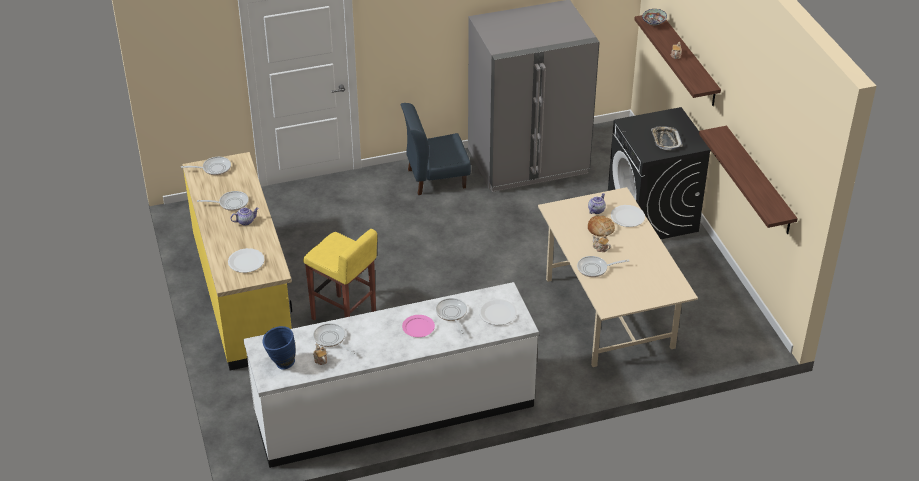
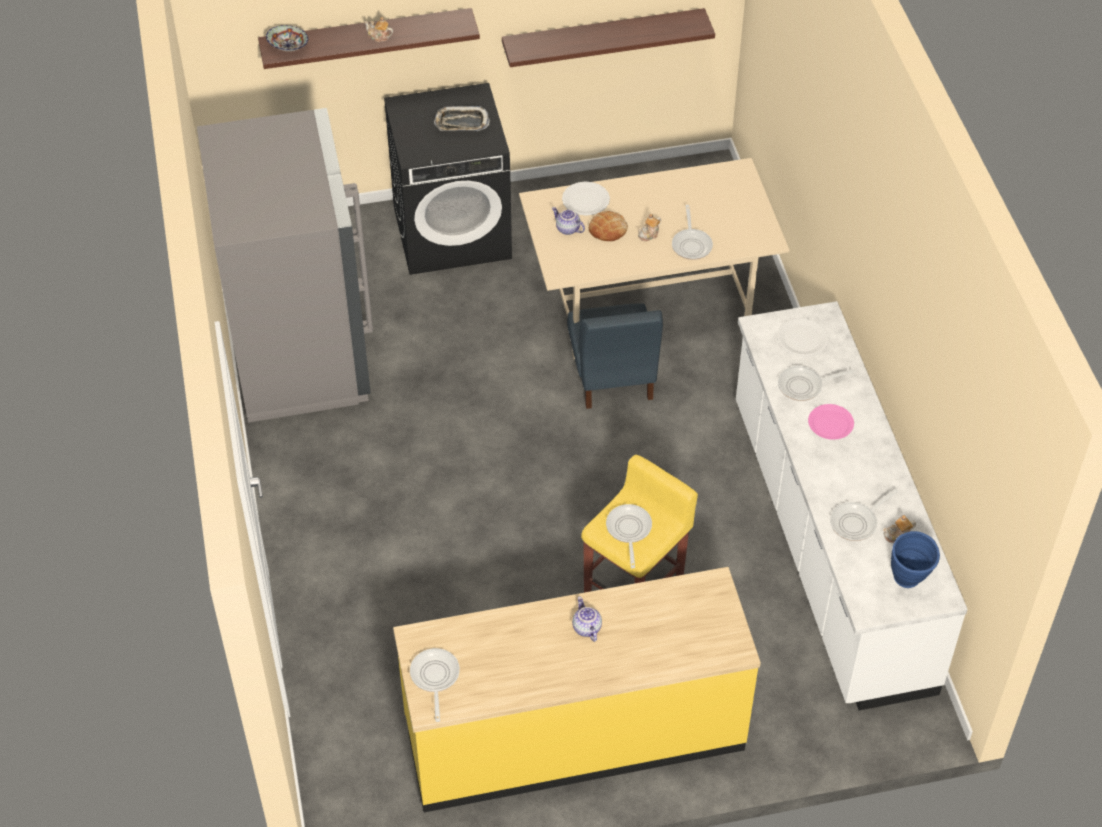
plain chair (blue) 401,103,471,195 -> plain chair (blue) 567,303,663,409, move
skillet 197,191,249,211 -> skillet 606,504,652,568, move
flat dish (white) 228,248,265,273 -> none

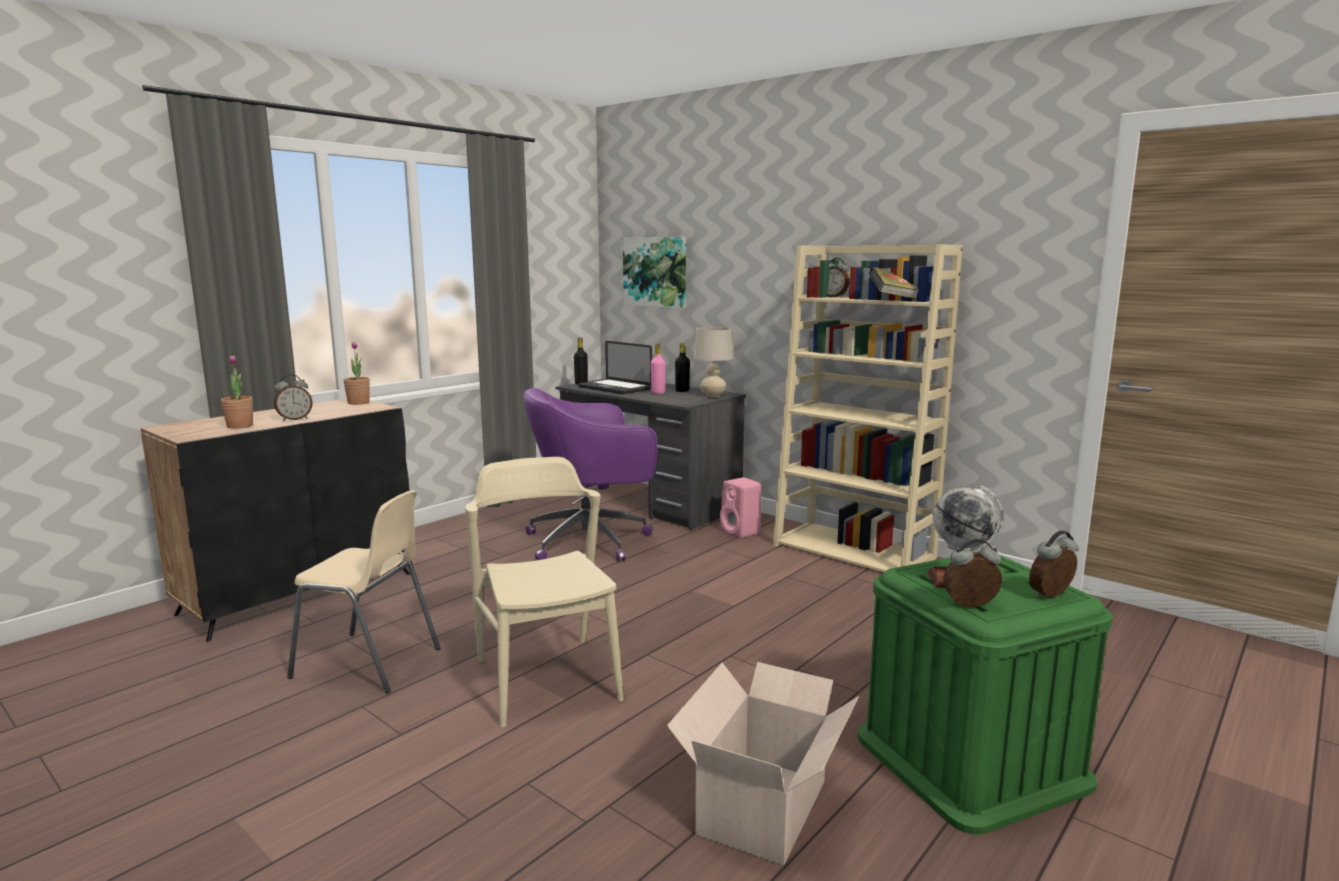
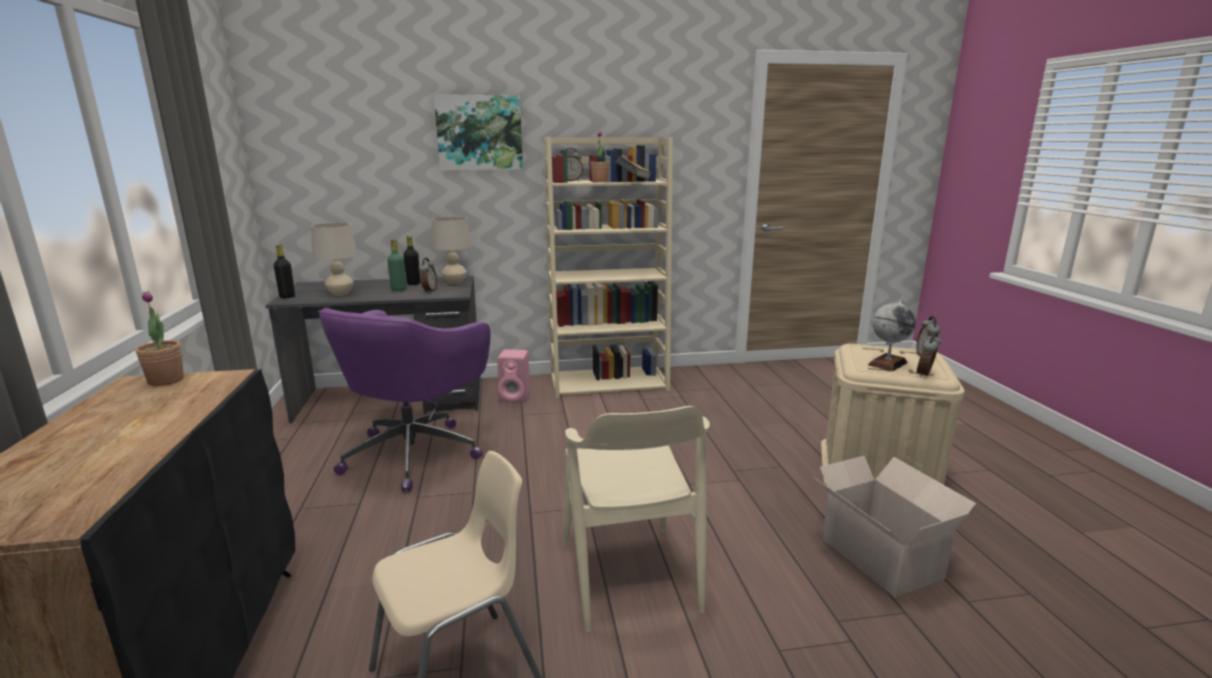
picture 623,237,686,308 -> picture 434,95,523,170, move
portable computer 578,341,652,394 -> tabletop lamp (beige-coloured) 311,223,357,296
beverage bottle (pink-coloured) 651,344,666,394 -> beverage bottle (green-coloured) 387,240,407,291
potted plant 221,356,253,428 -> potted plant 591,131,609,182, move
table clock 274,374,313,421 -> table clock 419,258,437,293, move
plain chair (beige-coloured) 465,457,624,728 -> plain chair (beige-coloured) 563,406,710,632, 120 degrees counterclockwise
storage container (green-coloured) 858,552,1113,834 -> storage container (beige-coloured) 821,344,965,486

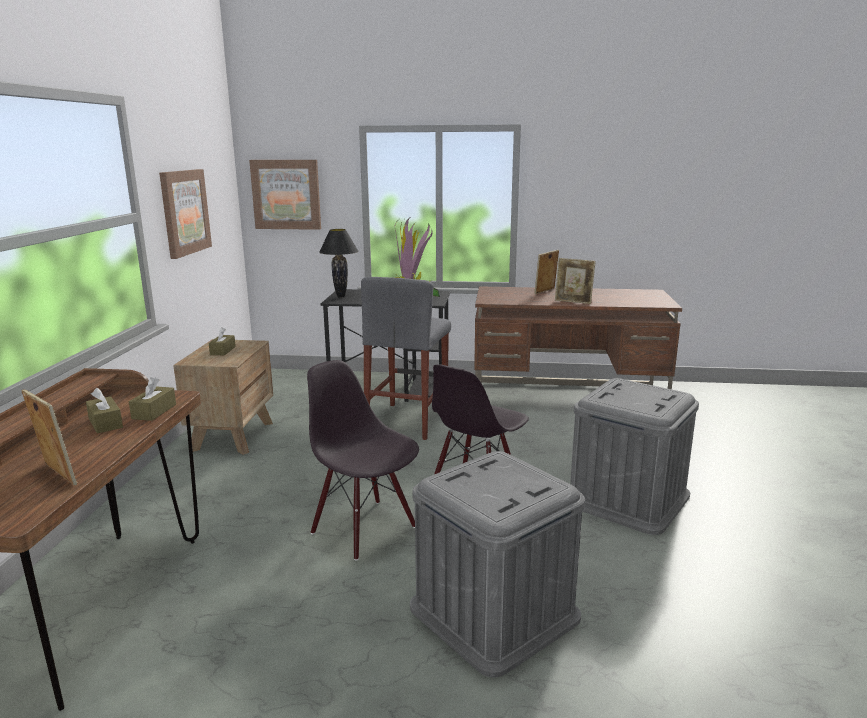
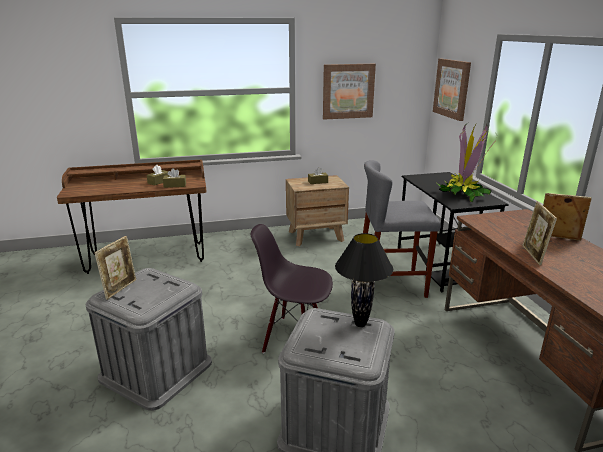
tabletop lamp (blackish) 319,229,358,298 -> tabletop lamp (blackish) 335,233,393,327, move
plain chair (blackish) 307,360,419,561 -> none
standing frame 21,389,77,486 -> standing frame 94,236,136,300, move

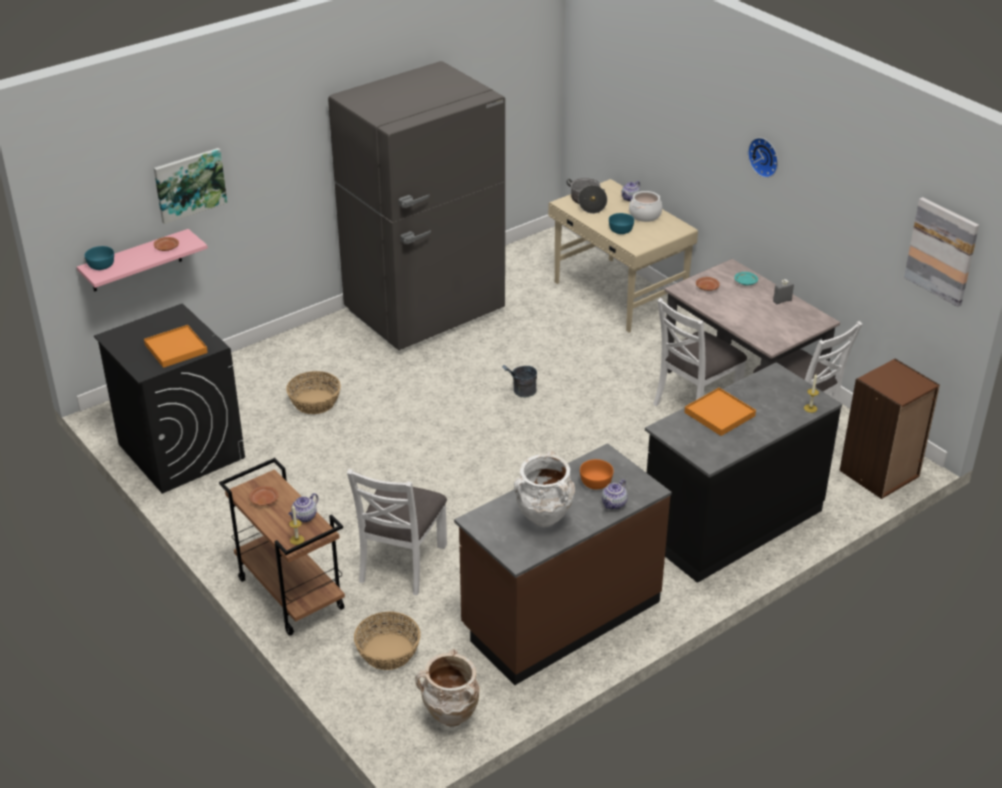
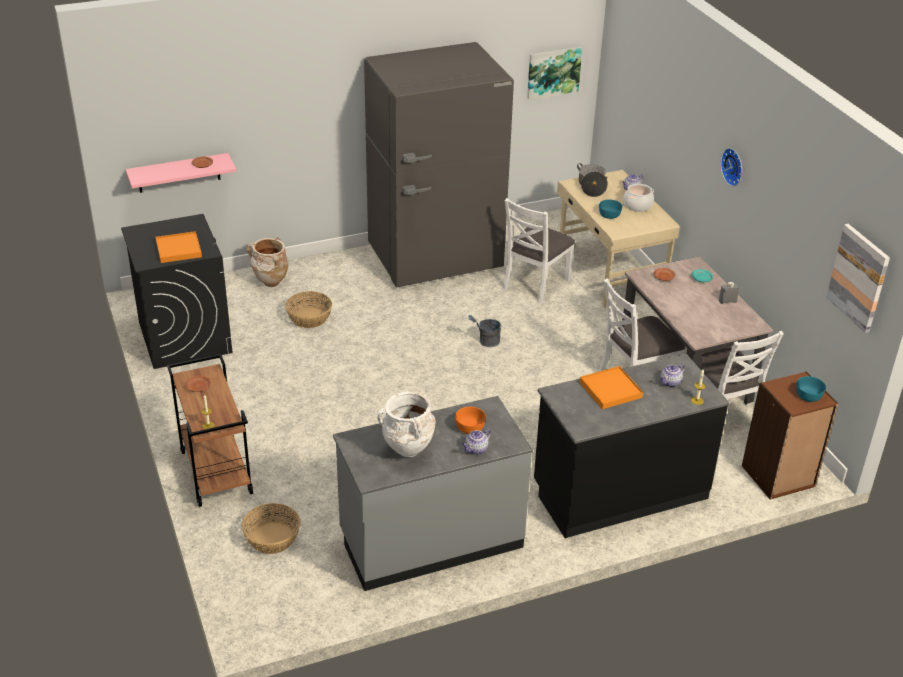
picture 154,148,227,224 -> picture 527,47,582,100, move
deep dish (blue-green) 84,246,114,270 -> deep dish (blue-green) 796,376,826,402, move
counter (brown) 454,443,672,685 -> counter (grey) 333,396,533,591
plain chair (white) 347,469,447,595 -> plain chair (white) 502,198,575,304, move
teapot 288,493,318,522 -> teapot 659,364,685,387, move
flower vase (beige-coloured) 415,649,479,726 -> flower vase (beige-coloured) 247,237,288,287, move

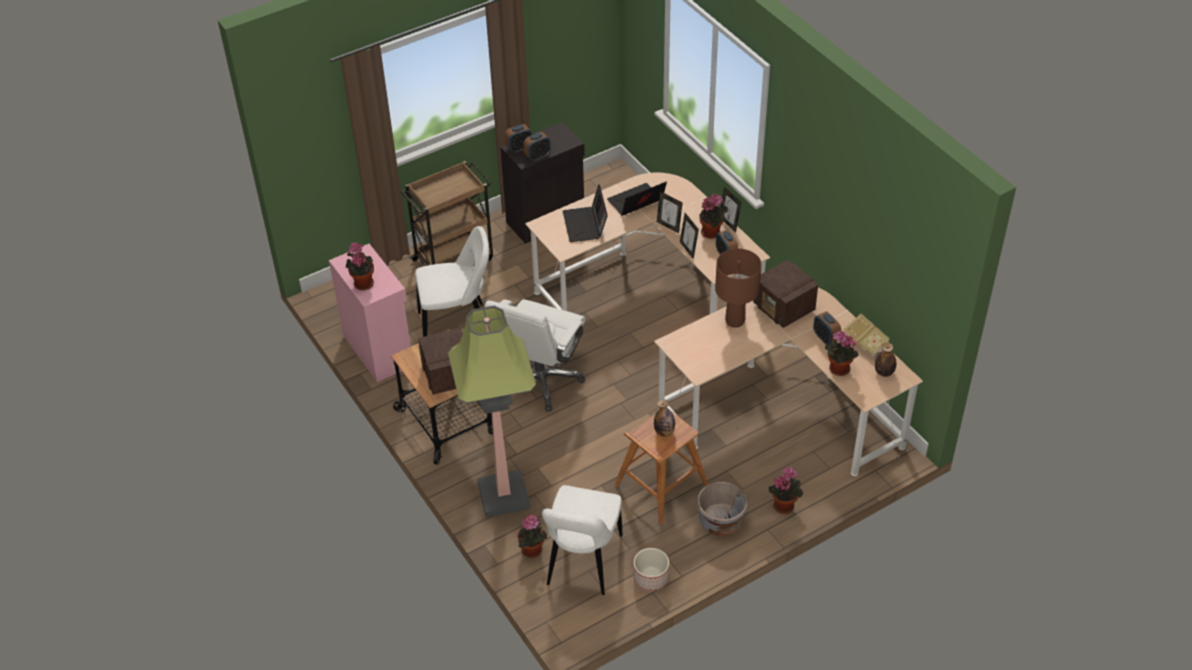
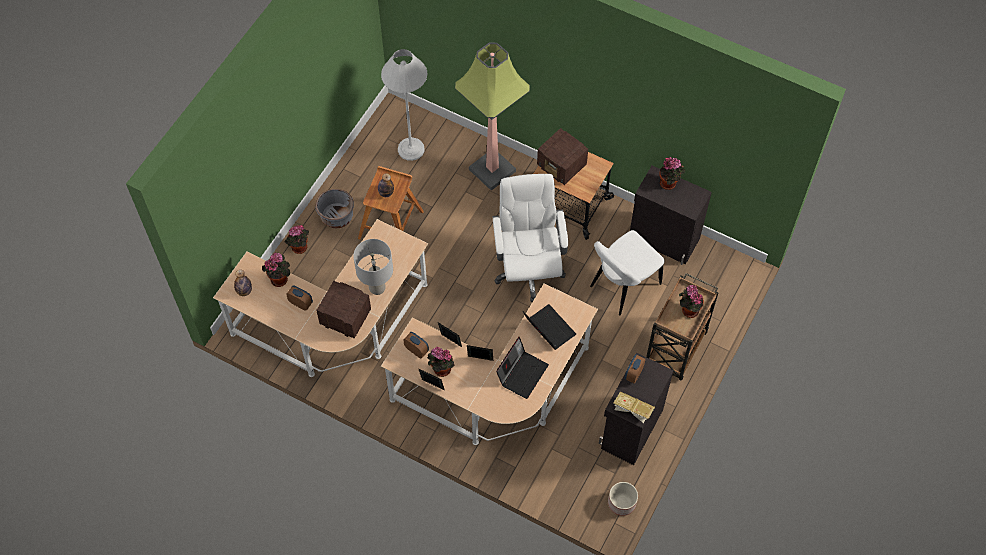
table clock 505,124,532,153 -> none
storage cabinet (pink-coloured) 329,244,411,382 -> storage cabinet (blackish) 630,166,712,265
tabletop lamp (brown) 715,248,761,328 -> tabletop lamp (grey) 353,239,393,295
bound book 844,314,890,357 -> bound book 614,391,655,423, move
plain chair (white) 542,485,622,595 -> standing lamp (white) 381,49,427,161
potted plant 517,515,547,558 -> potted plant 679,285,704,318, move
flower pot 634,548,669,591 -> flower pot 608,482,638,516, move

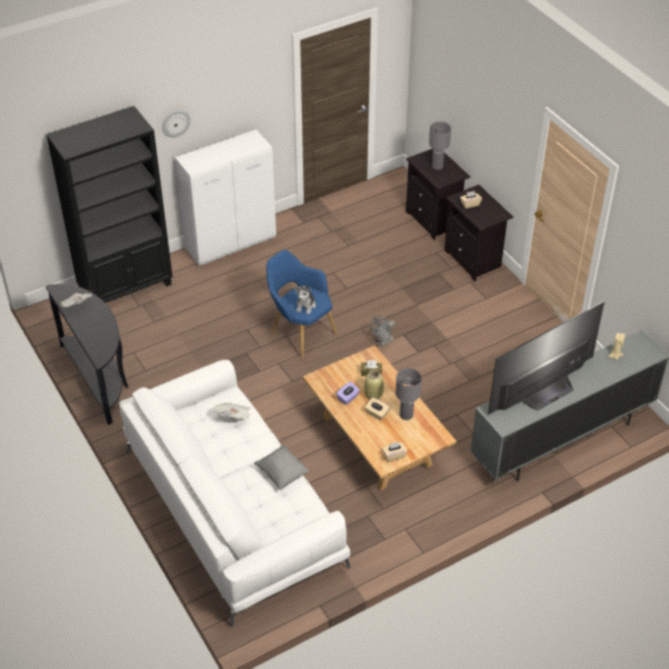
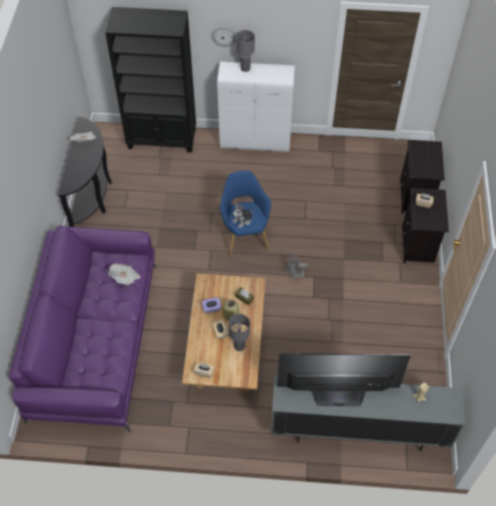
tabletop lamp (grey) 429,122,451,170 -> tabletop lamp (grey) 236,30,255,72, move
couch (white) 119,360,350,627 -> couch (purplish) 9,226,156,432
pillow (grey) 254,444,309,490 -> none

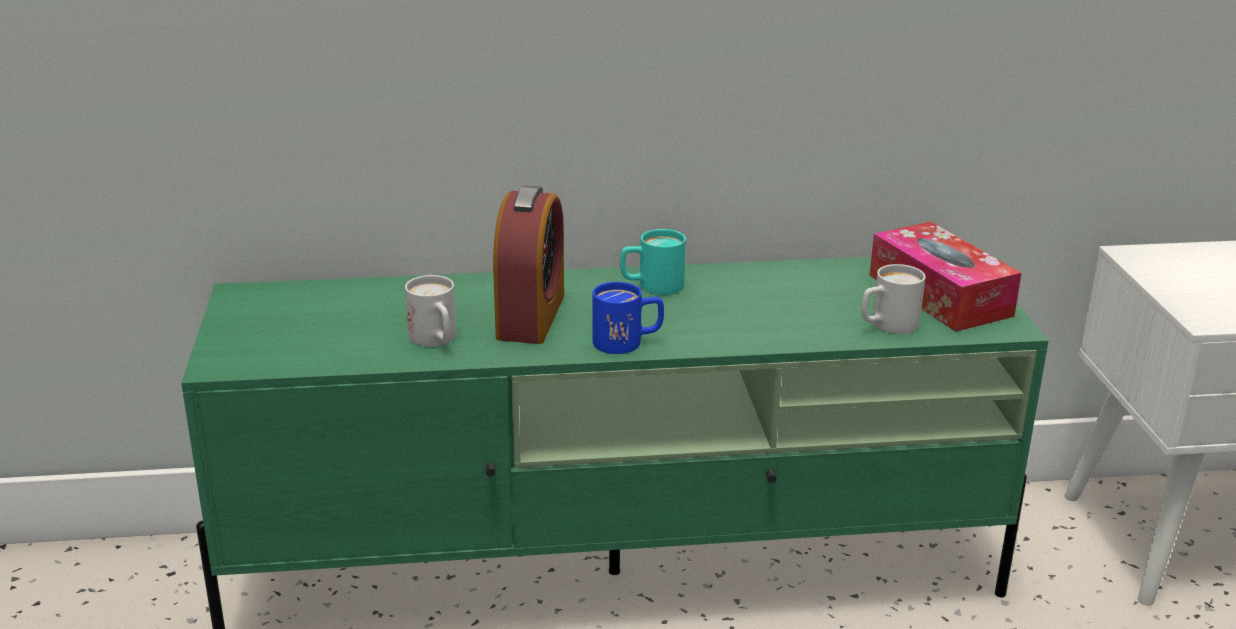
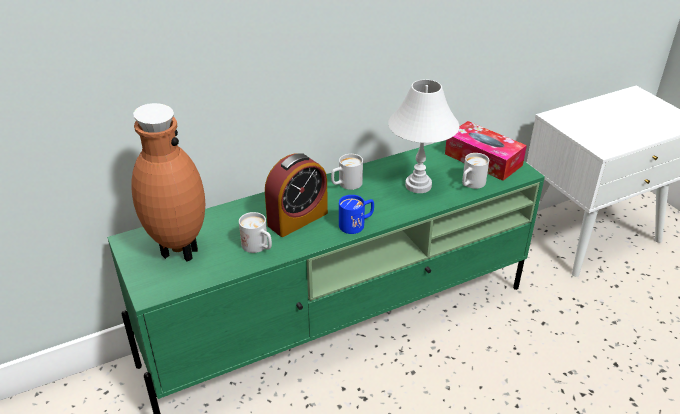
table clock 493,186,564,344 -> table clock 265,153,328,237, 60 degrees clockwise
tea mug (blue-green) 620,229,686,295 -> tea mug (white) 331,154,363,190
none -> tabletop lamp (white) 388,79,459,193
none -> flower vase (brown) 132,103,205,262

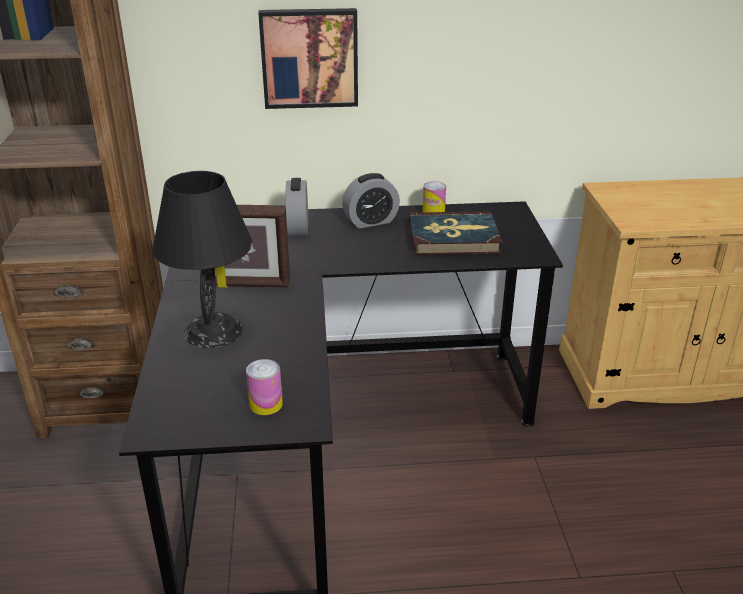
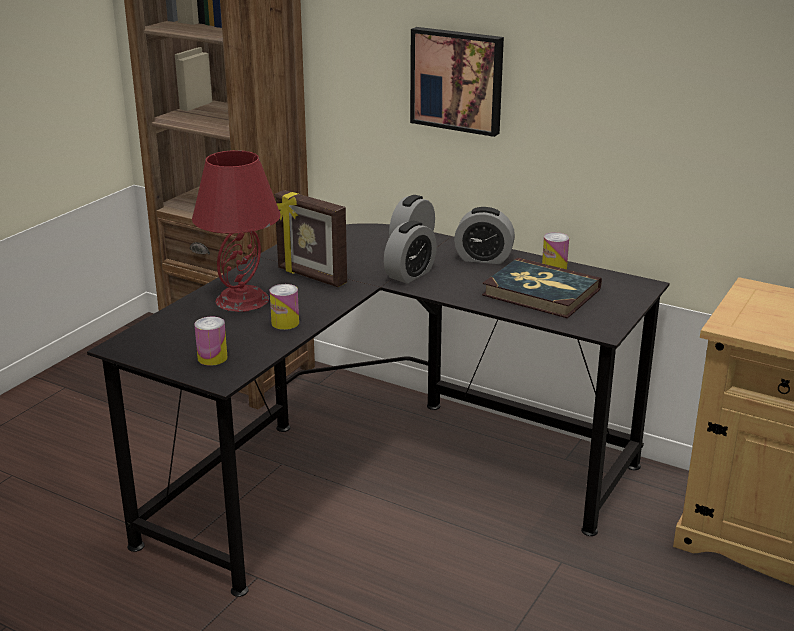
tabletop lamp (blackish) 152,171,252,348 -> tabletop lamp (red) 192,150,281,312
none -> table clock 384,221,437,284
none -> can 270,284,299,330

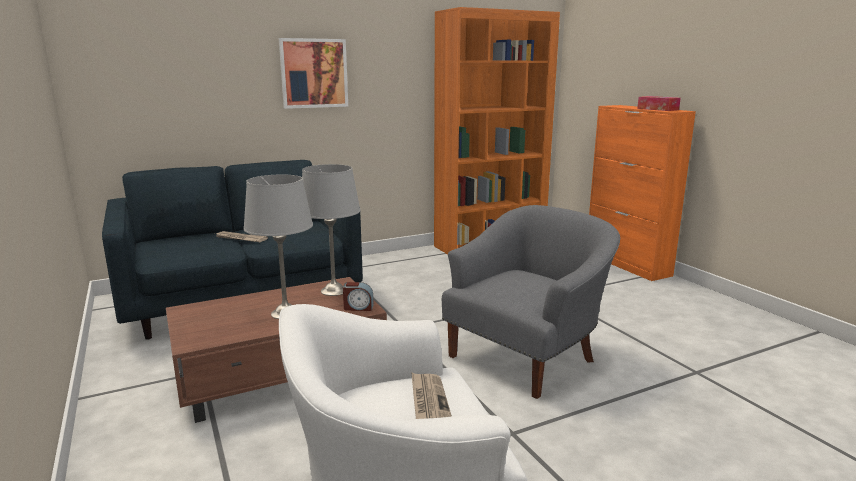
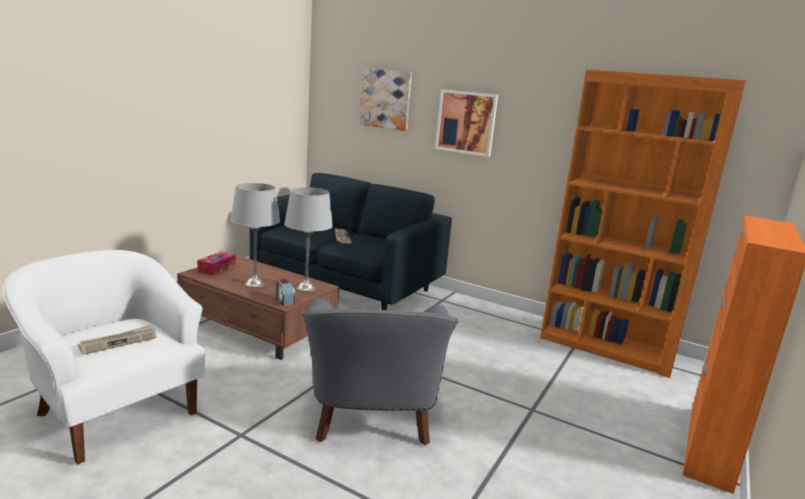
tissue holder 637,96,681,111 -> tissue holder 197,251,236,275, move
easy chair (grey) 442,205,620,399 -> easy chair (grey) 303,298,459,445, 75 degrees clockwise
none -> picture 359,68,412,131

